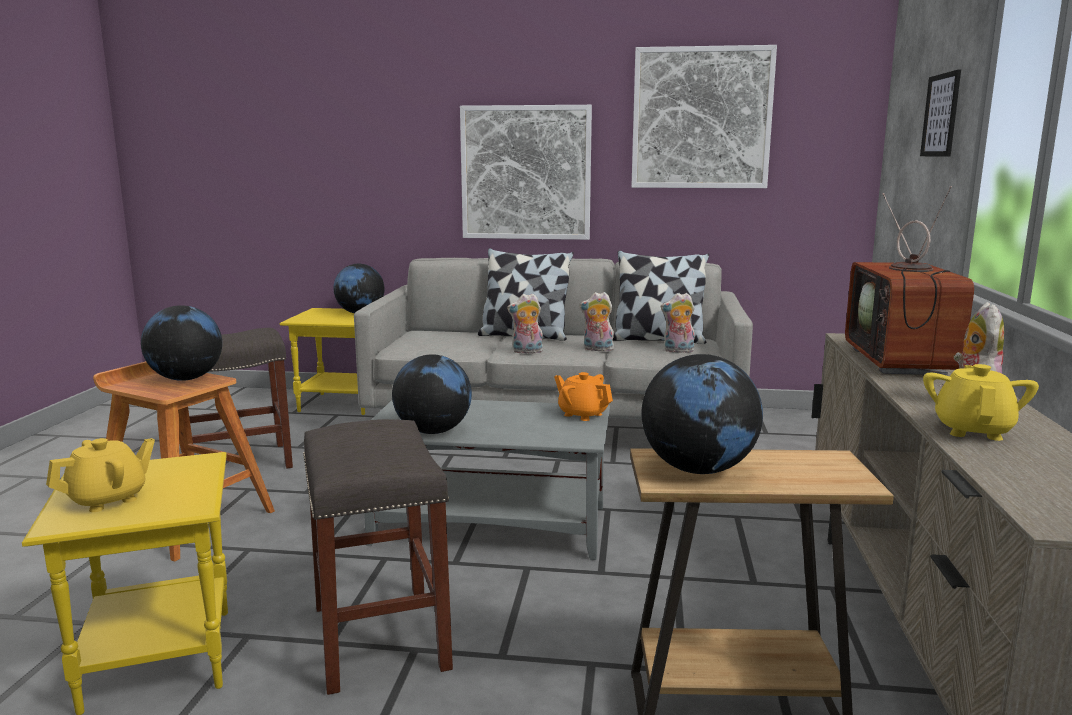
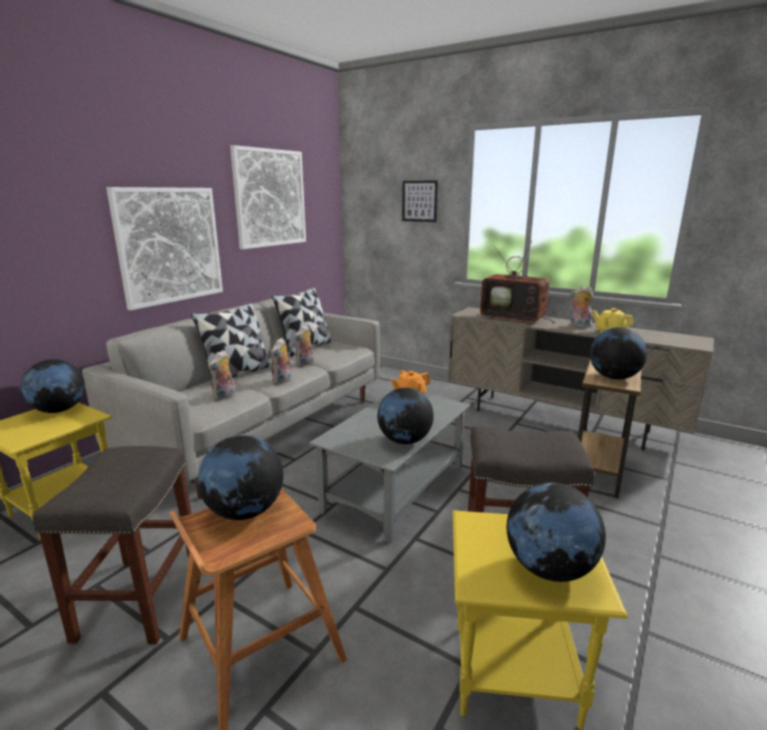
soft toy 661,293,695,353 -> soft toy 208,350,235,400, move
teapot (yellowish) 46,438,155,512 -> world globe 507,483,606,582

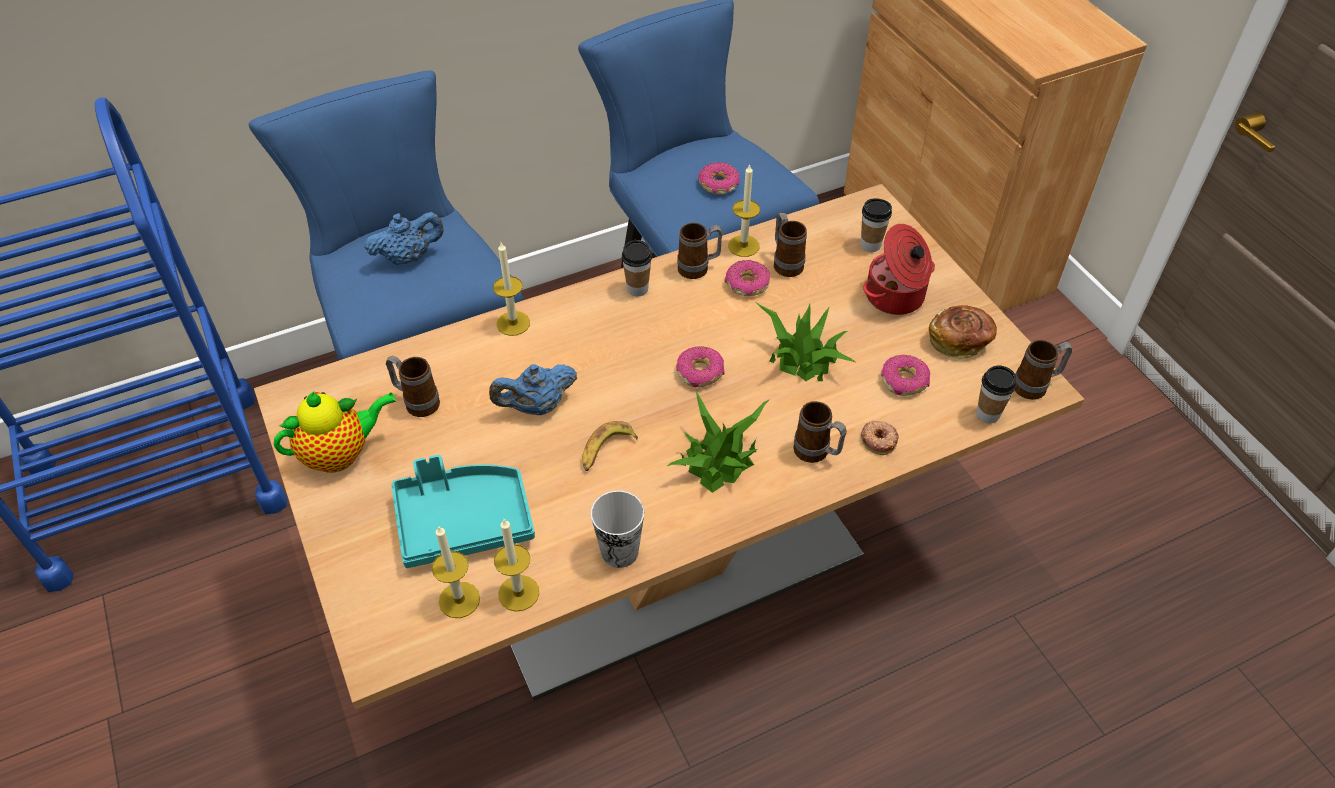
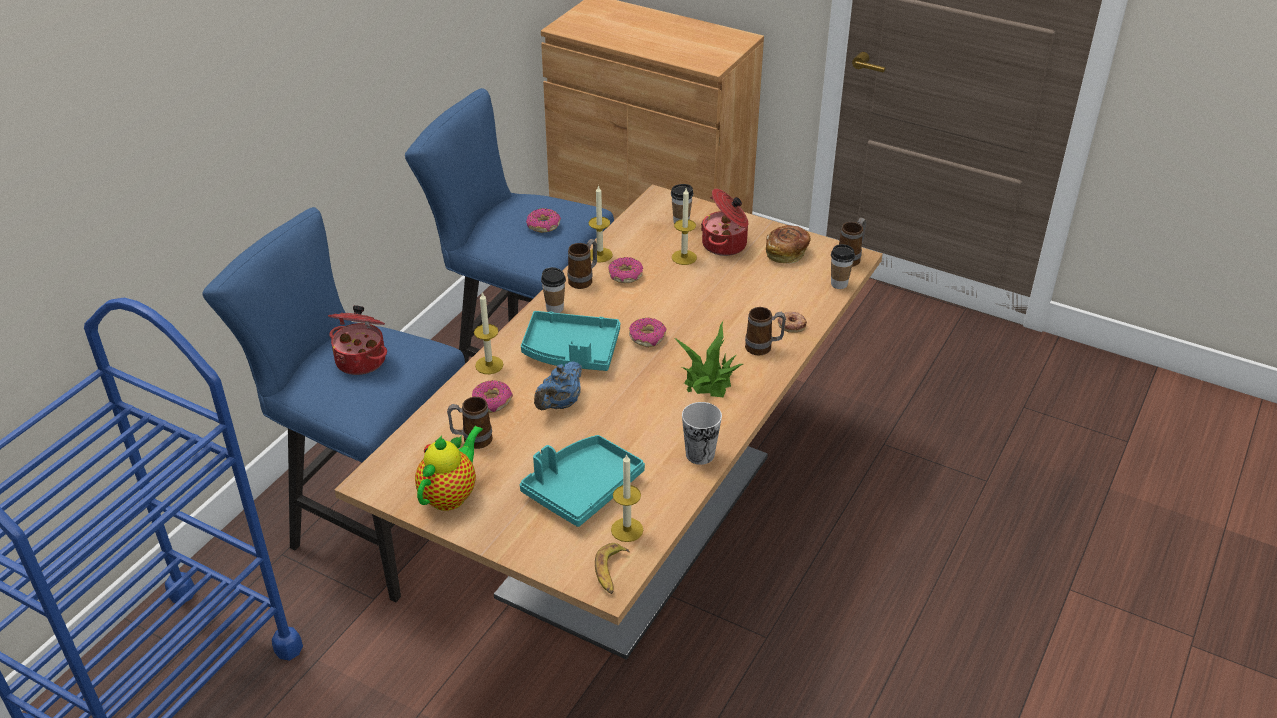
teapot (blue) 364,212,444,265 -> saucepot 328,305,387,375
tea mug 774,212,807,277 -> none
potted plant 757,303,857,381 -> none
donut 881,355,930,396 -> donut 472,380,513,413, move
whole banana 582,421,638,471 -> whole banana 595,543,630,594, move
wax candle 494,519,539,612 -> wax candle 672,188,697,265, move
none -> tray (blue-green) 521,311,620,371

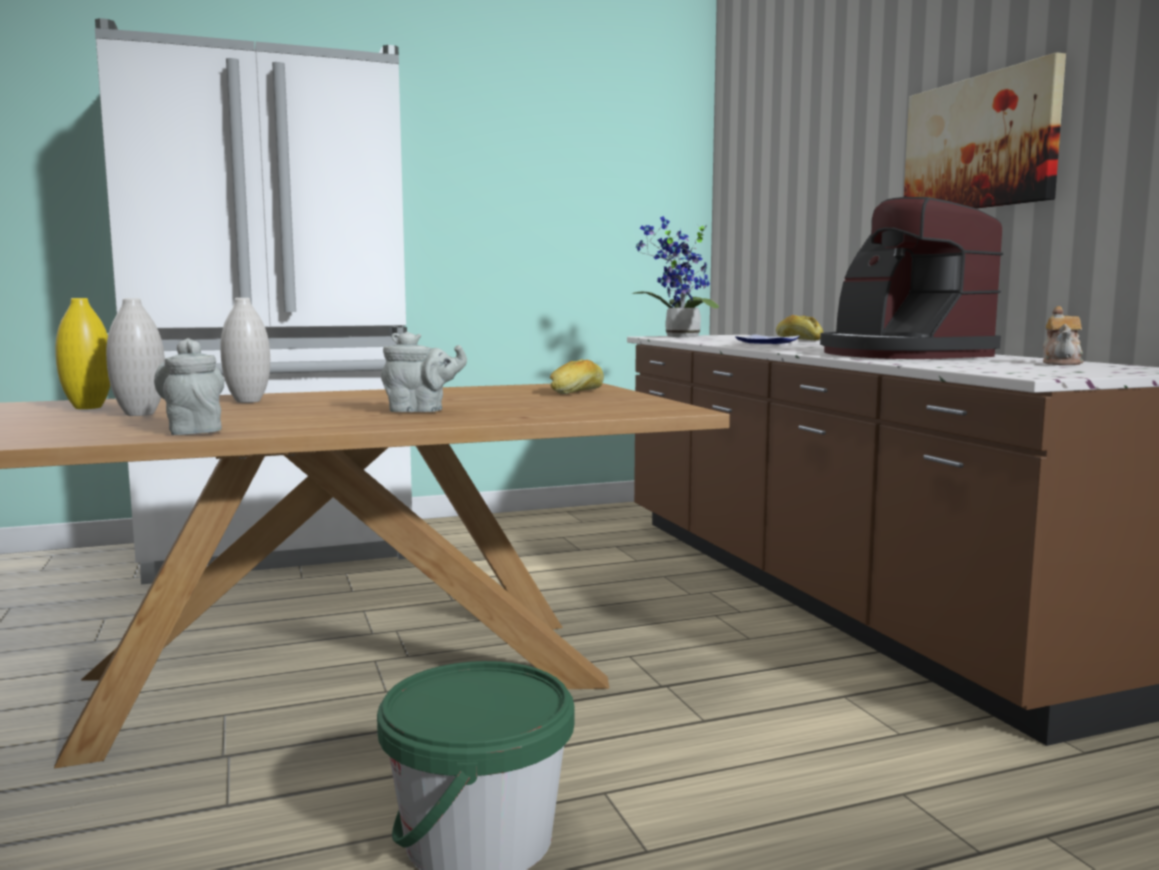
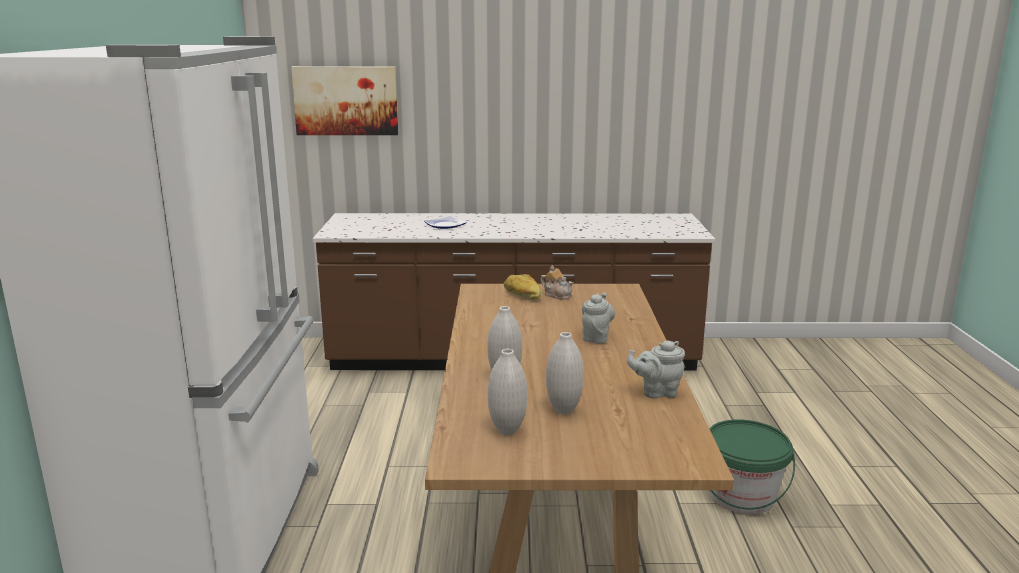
picture 904,52,1066,209 -> picture 291,66,398,135, move
coffee maker 820,197,1003,359 -> none
potted plant 632,216,719,337 -> none
flower vase (yellowish) 55,298,110,409 -> flower vase (white) 488,349,527,435
teapot 1043,306,1083,365 -> teapot 541,265,573,300, move
baked bread 776,315,823,341 -> none

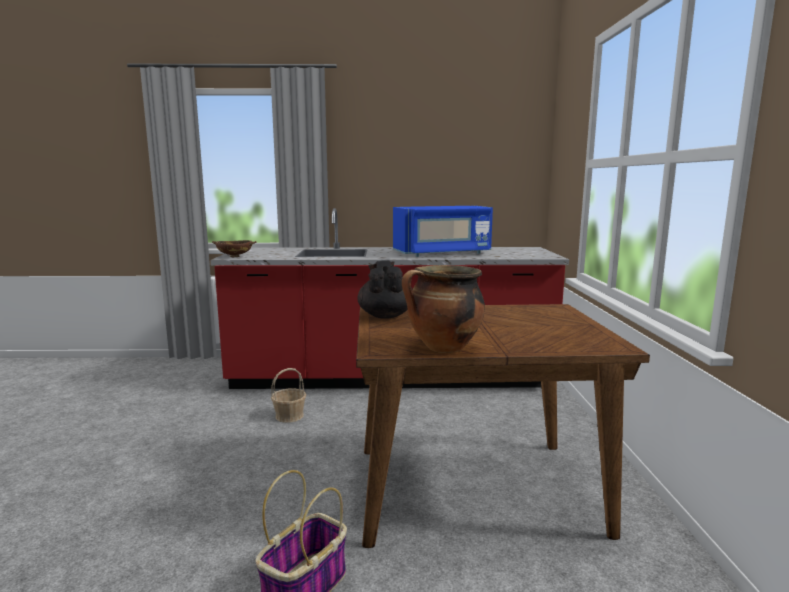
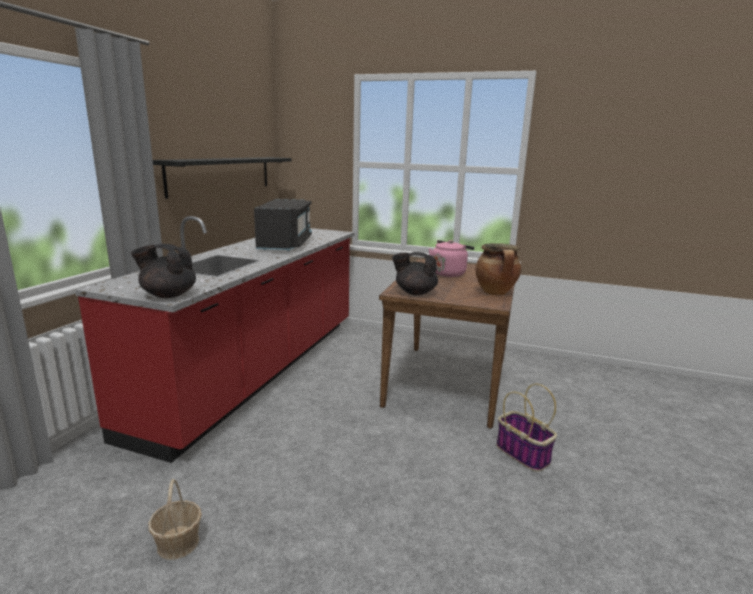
kitchen microwave (blue) 393,206,493,257 -> kitchen microwave (blackish) 254,199,312,251
deep dish (brown) 212,240,256,257 -> teapot (blackish) 131,244,196,298
household basket 271,368,306,423 -> household basket 148,479,202,560, move
none -> shelf (blackish) 153,157,292,199
none -> kettle (pink-coloured) 429,240,474,277

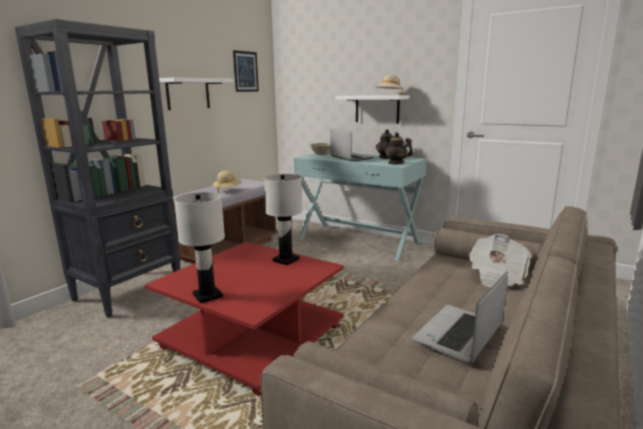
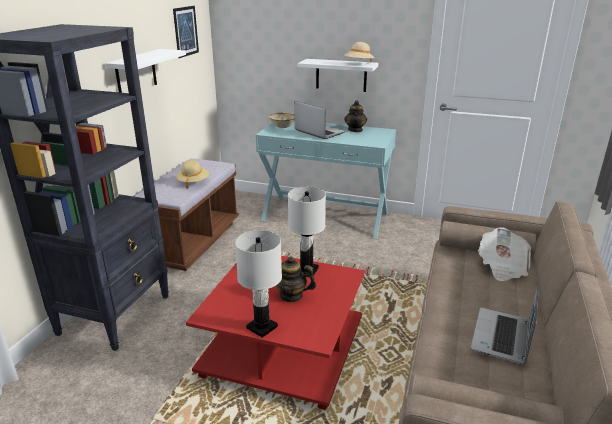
teapot 381,132,413,165 -> teapot 276,256,316,303, move

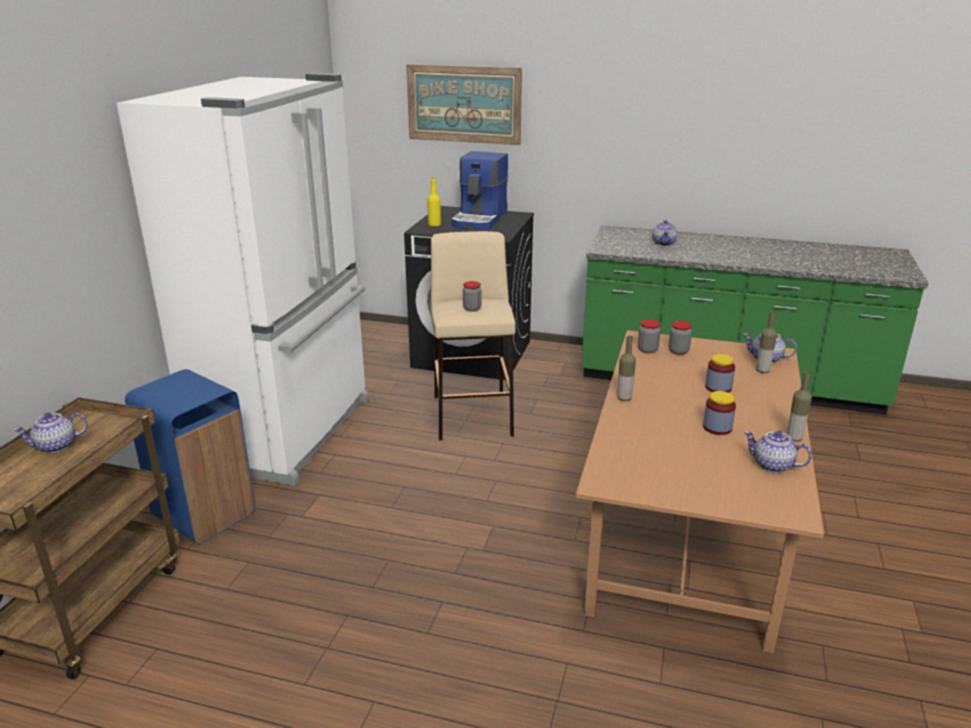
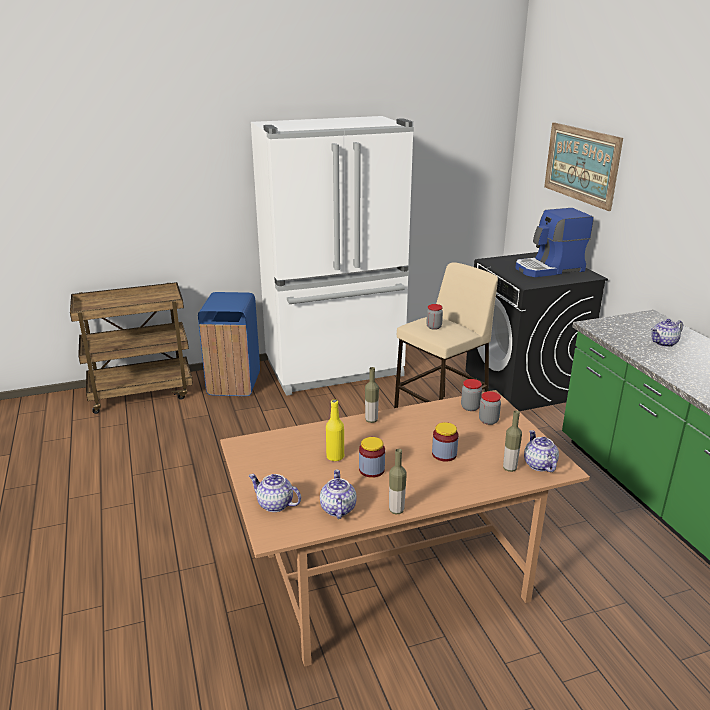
beverage bottle (yellowish) 427,178,441,227 -> beverage bottle (yellowish) 326,399,344,461, move
teapot 13,412,88,453 -> teapot 249,474,301,512, move

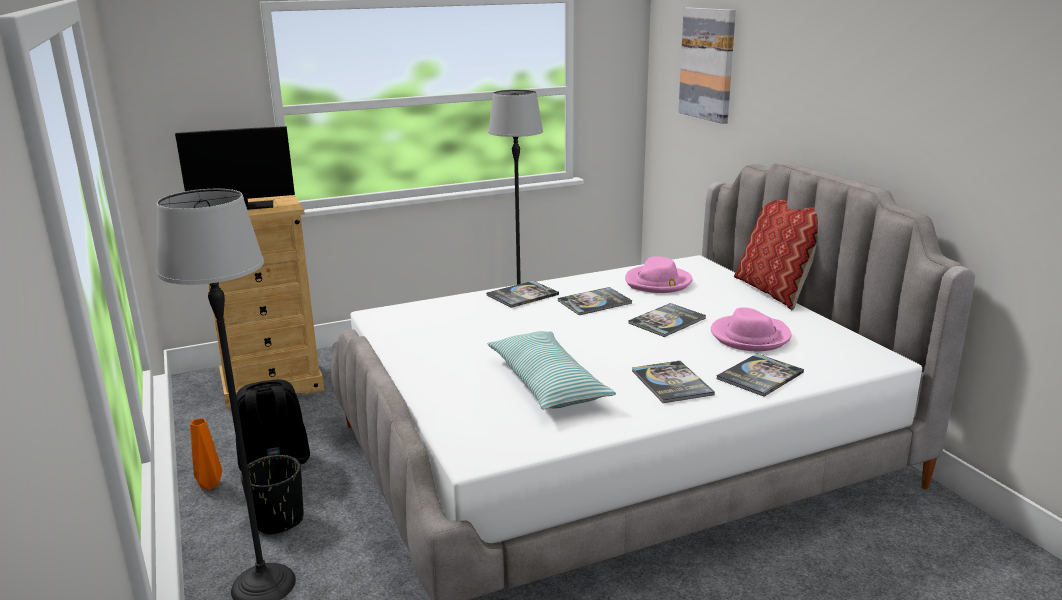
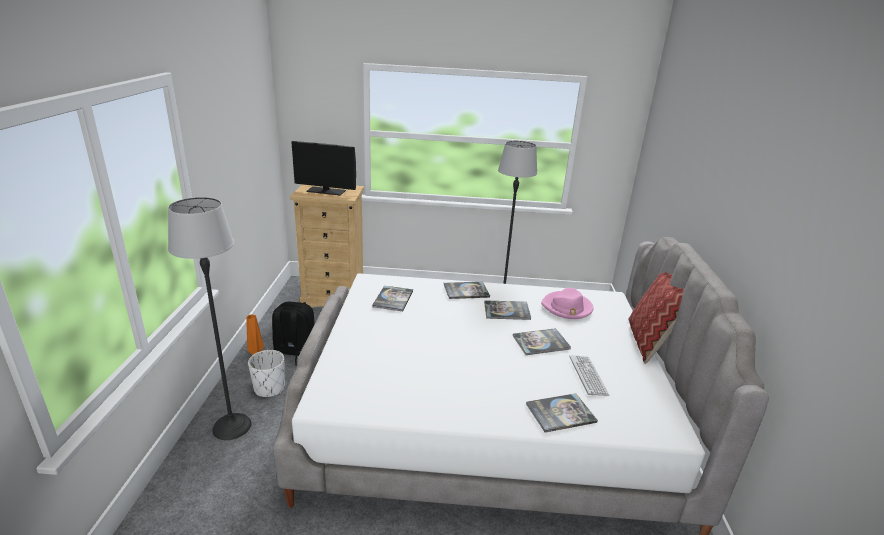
picture 678,7,736,124 -> none
wearable hat (pink-coloured) 711,307,792,351 -> PC keyboard 570,355,610,396
pillow 488,331,616,409 -> none
bound book 632,361,715,403 -> bound book 372,286,413,311, move
flower pot (blackish) 241,455,304,535 -> flower pot (white) 248,350,285,397

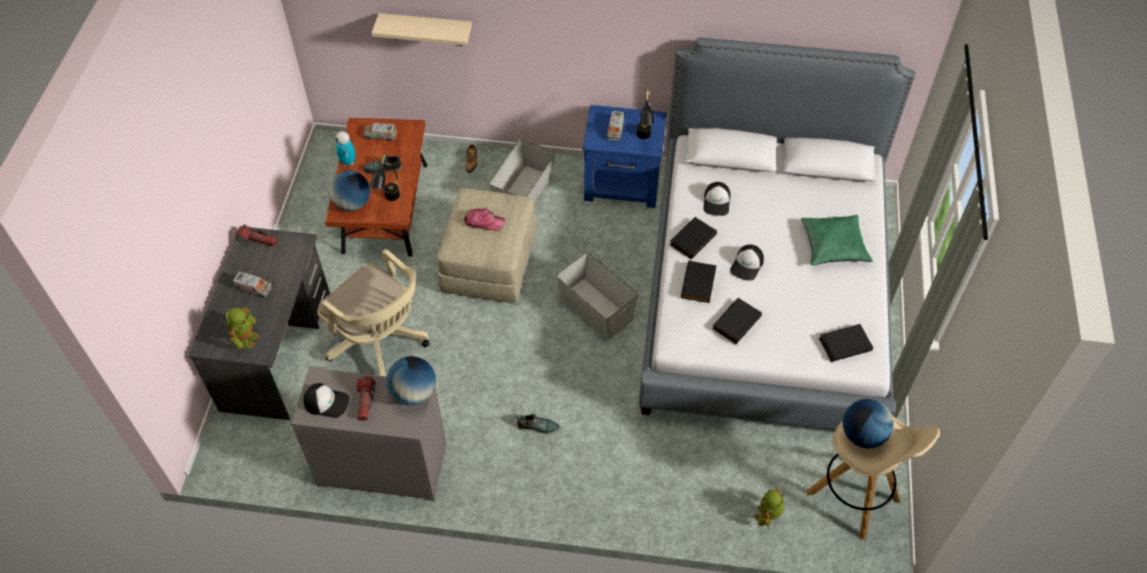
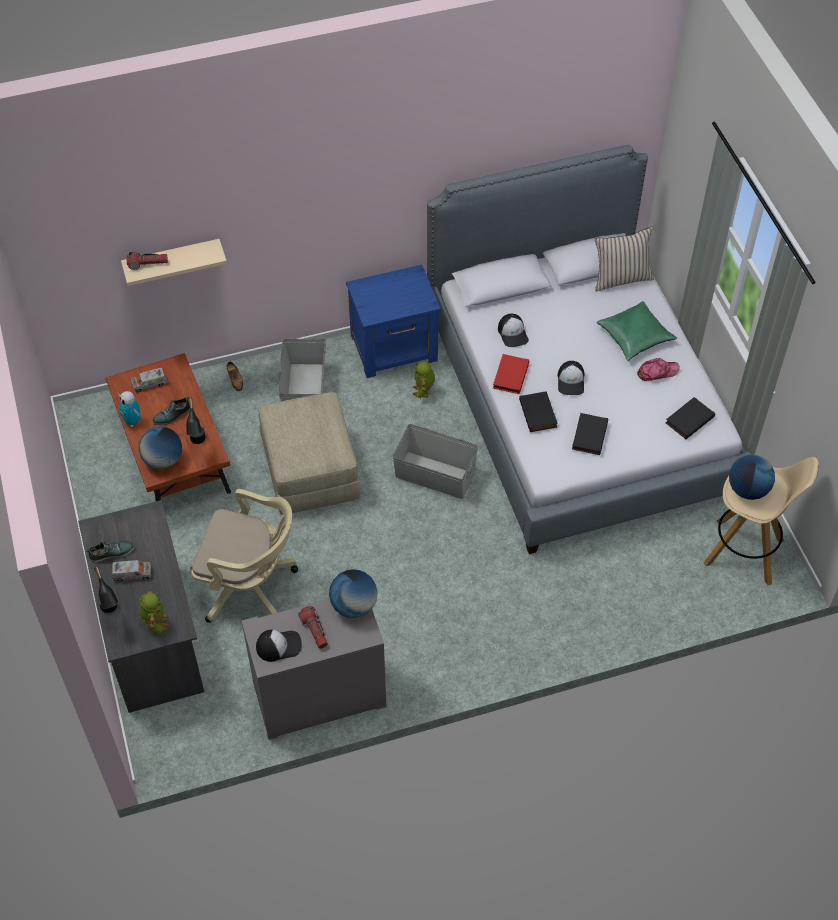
tabletop lamp (blackish) 637,90,654,139 -> tabletop lamp (blackish) 94,566,118,613, move
toy truck 606,111,624,141 -> none
cap 464,208,506,231 -> cap 637,358,680,381, move
bound book (blackish) 670,217,717,259 -> bound book (red) 493,354,529,394
flashlight 237,225,277,247 -> flashlight 126,252,168,270, move
shoe 516,414,560,434 -> shoe 86,541,134,563, move
toy robot 754,488,784,527 -> toy robot 413,362,435,399, move
none -> pillow (beige-coloured) 594,227,654,291

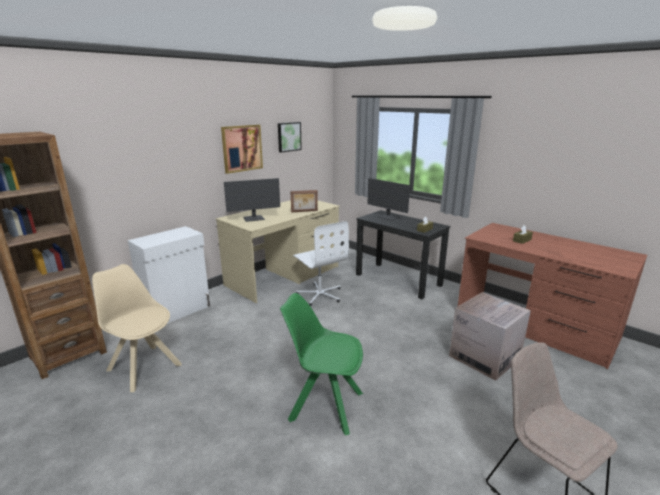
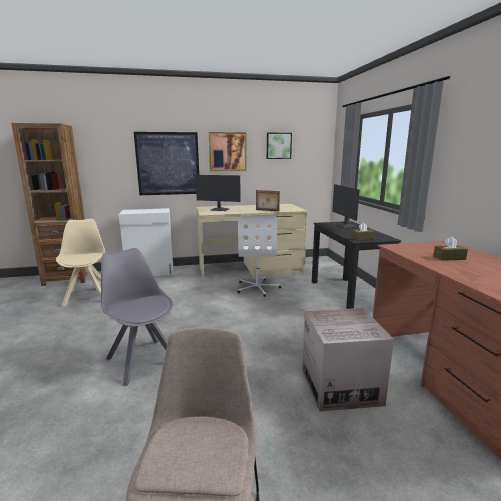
plain chair (green-coloured) 280,293,363,436 -> plain chair (grey) 101,248,173,386
none -> picture 134,132,199,195

